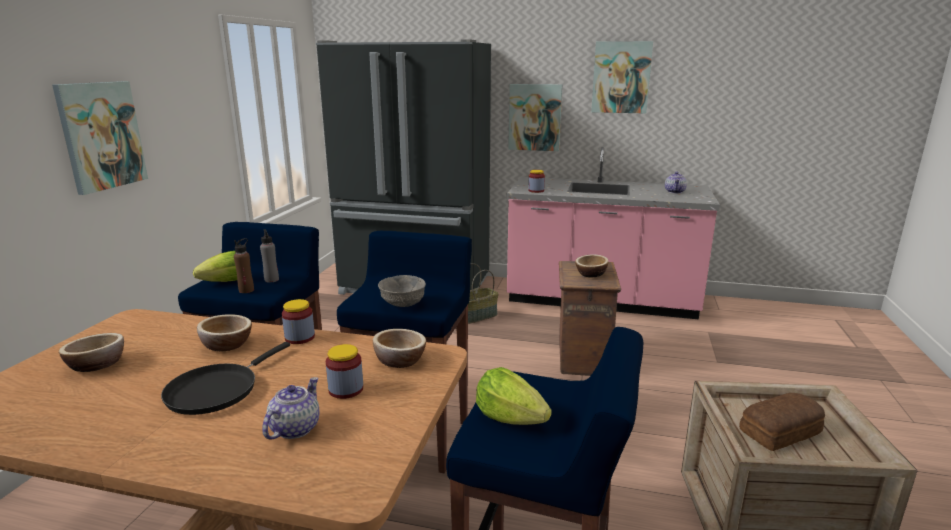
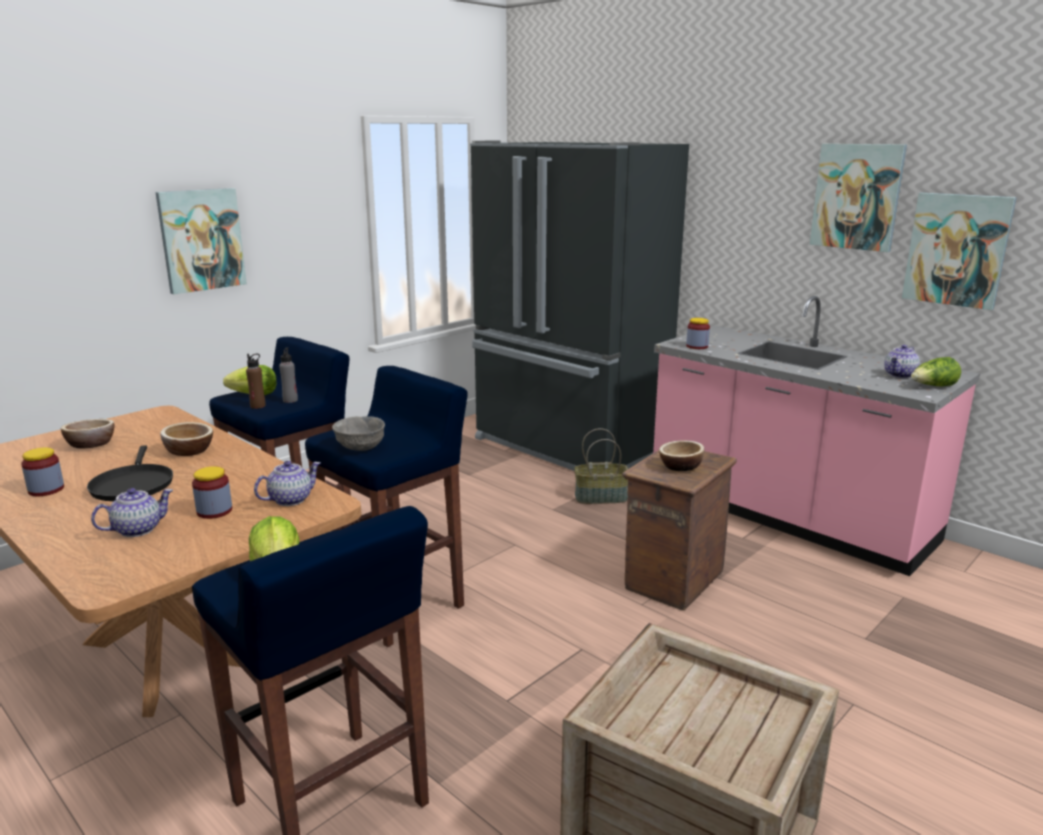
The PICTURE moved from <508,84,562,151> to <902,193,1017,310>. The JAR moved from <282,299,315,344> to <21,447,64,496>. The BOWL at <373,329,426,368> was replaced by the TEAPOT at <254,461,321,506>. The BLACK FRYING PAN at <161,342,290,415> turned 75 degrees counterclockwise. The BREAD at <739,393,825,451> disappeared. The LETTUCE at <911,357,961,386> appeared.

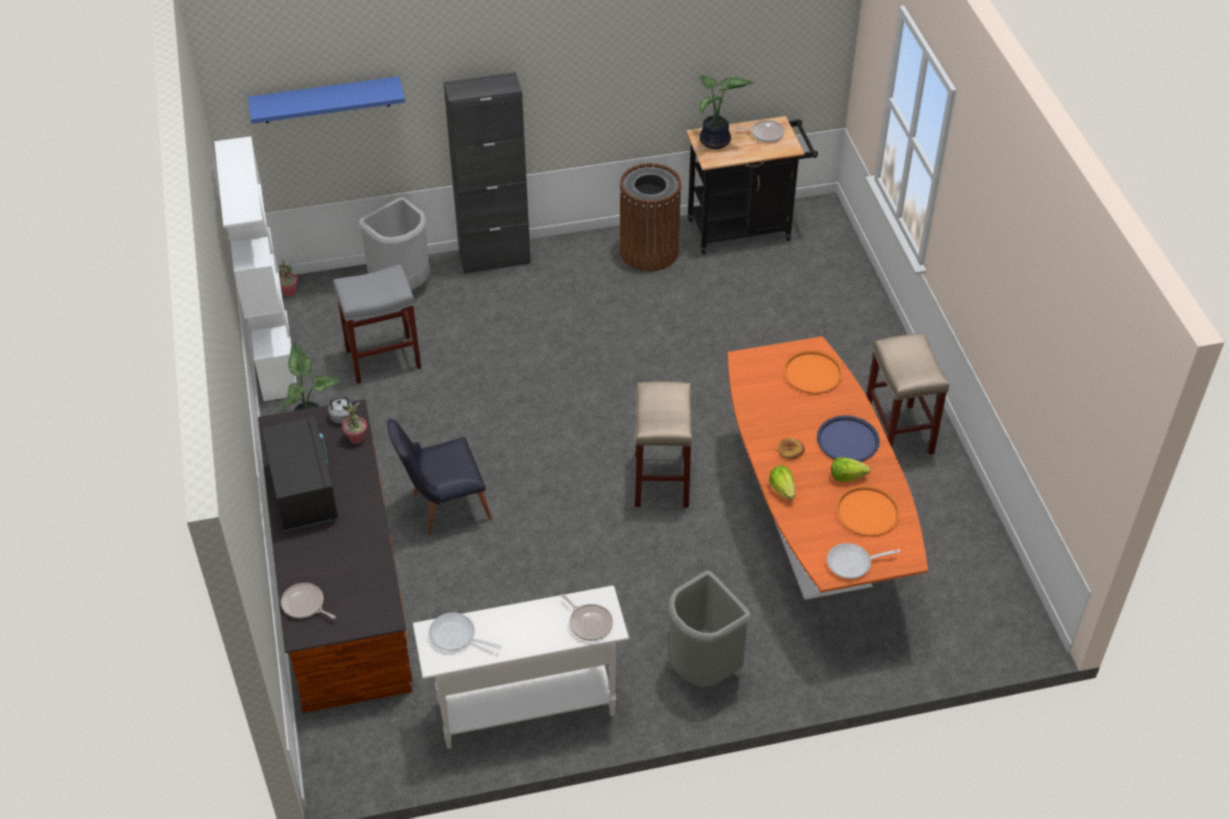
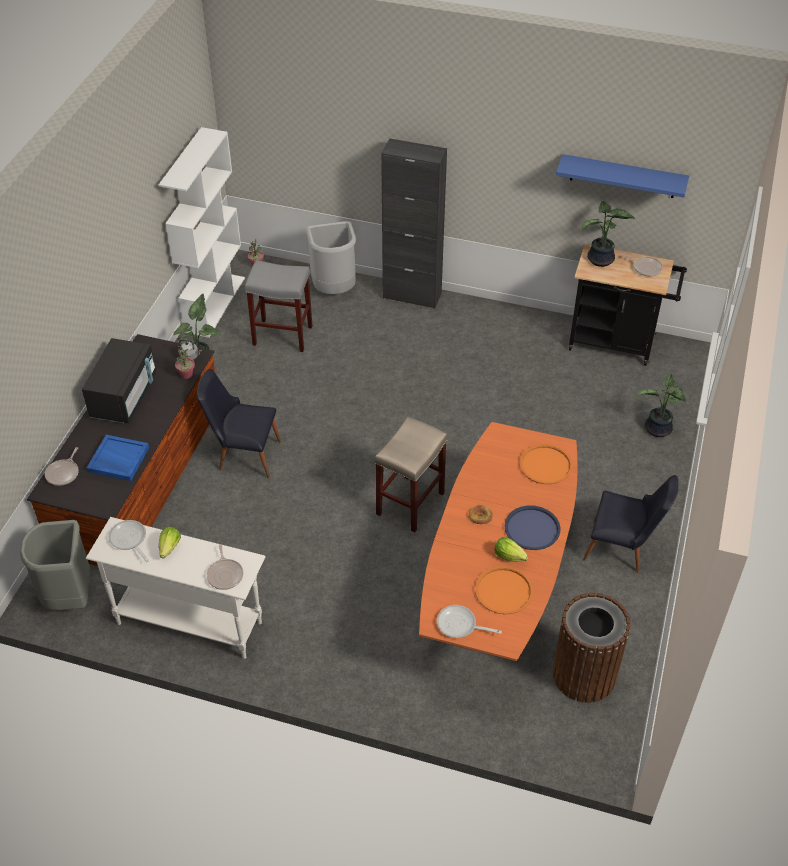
The BLUE SHELF moved from <248,76,405,124> to <556,154,689,198>. The BROWN TRASH CAN moved from <619,163,682,272> to <553,593,630,703>. The BEIGE STOOL at <866,333,949,455> was replaced by the BLACK CHAIR at <583,475,678,573>. The LETTUCE moved from <769,465,795,500> to <159,527,181,559>. The GREY TRASH CAN moved from <668,571,751,687> to <20,520,90,610>. The FRYING PAN at <281,583,336,619> turned 135 degrees counterclockwise. The POTTED PLANT at <636,373,686,437> appeared. The BLUE TRAY at <87,435,149,481> appeared.

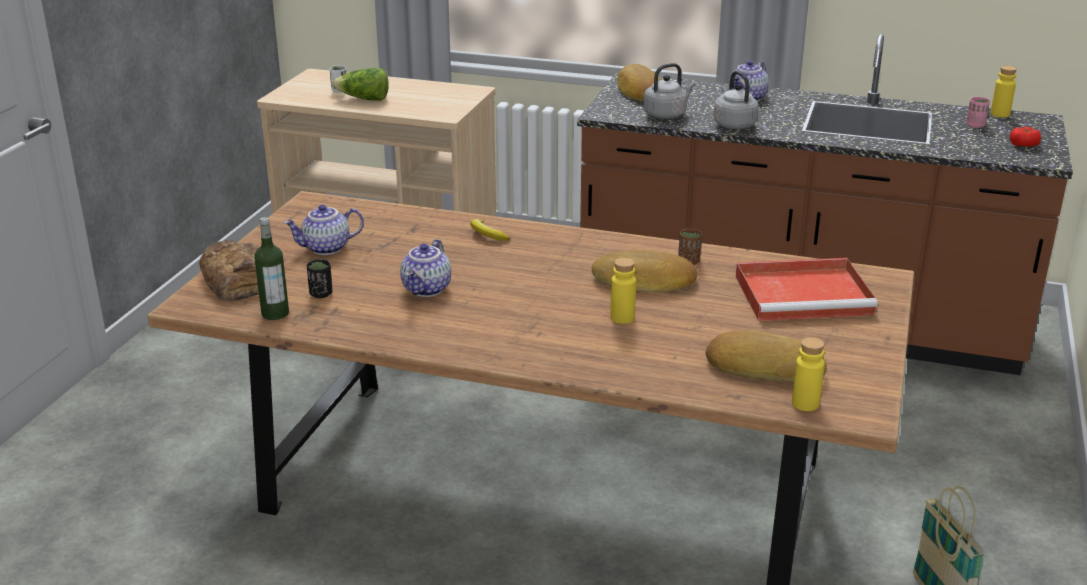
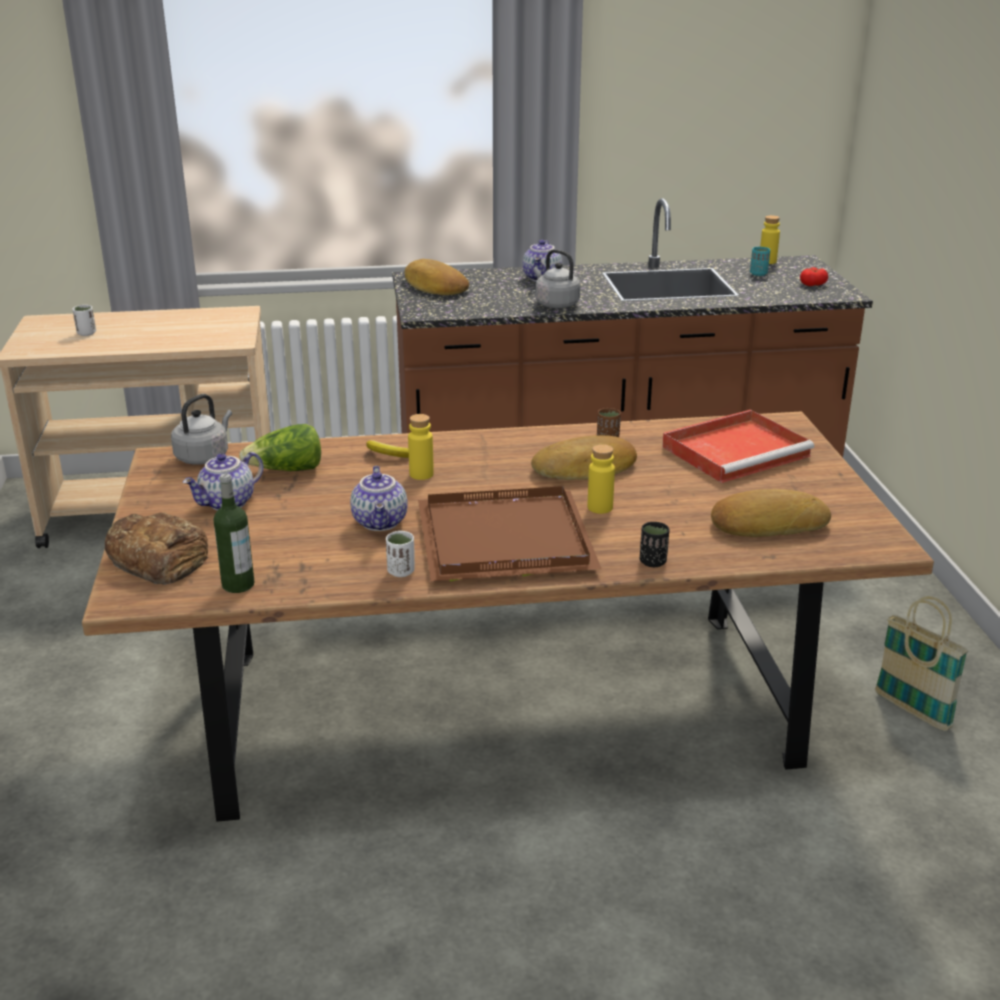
The GREY KETTLE moved from <643,63,695,119> to <171,394,232,465>. The LETTUCE moved from <332,68,389,101> to <239,424,321,471>. The PINK CUP at <966,97,990,128> became the TURQUOISE CUP at <750,247,770,276>. The BLACK CUP moved from <307,259,332,298> to <640,522,669,567>. The YELLOW BOTTLE moved from <792,337,825,411> to <408,414,434,480>. The BROWN TRAY at <418,486,602,581> appeared. The WHITE CUP at <386,531,415,577> appeared.

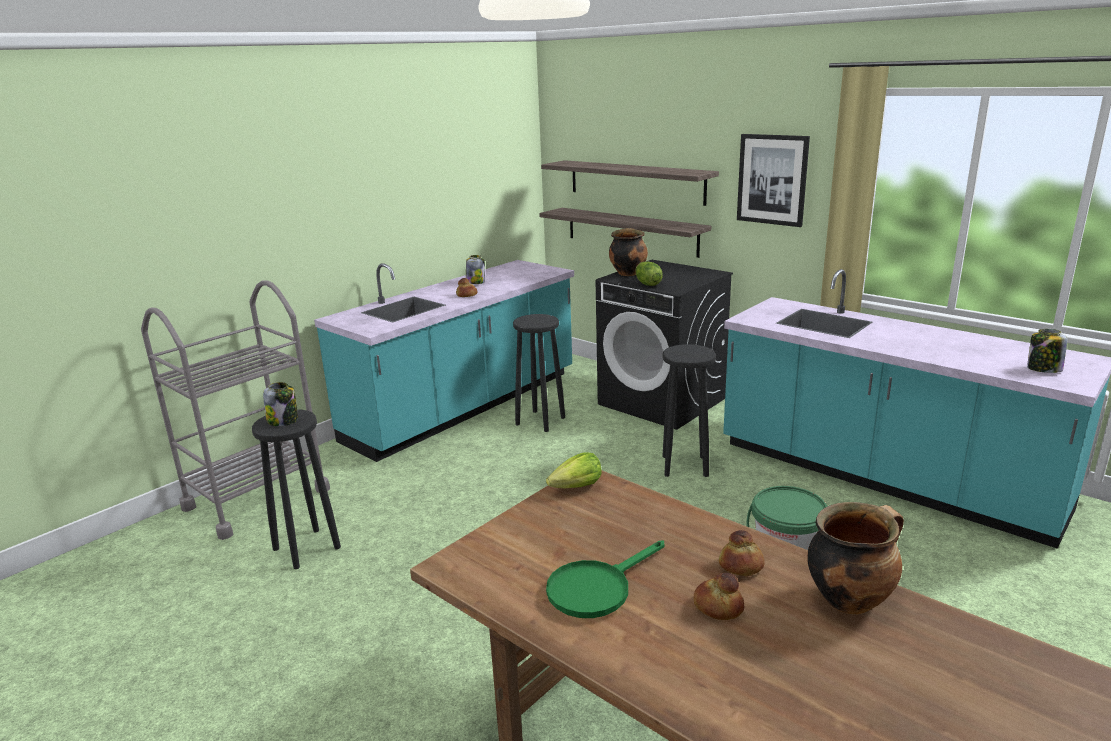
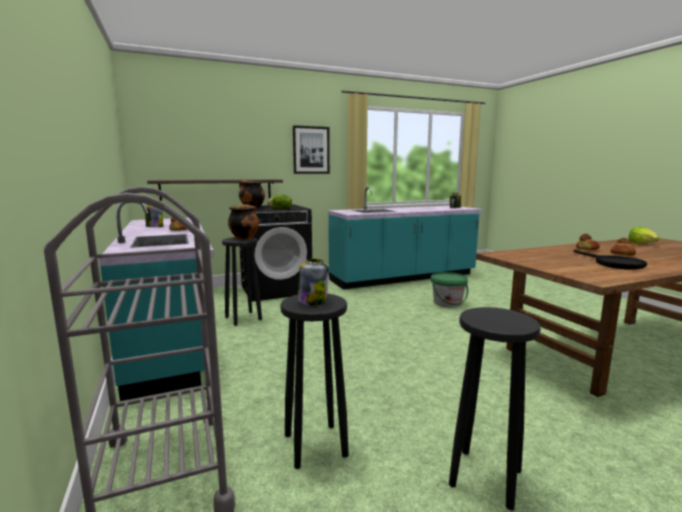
The SHELF at <541,160,719,206> disappeared. The BLACK STOOL moved from <662,344,716,477> to <449,307,541,511>. The LETTUCE moved from <546,452,602,488> to <628,227,660,244>. The COOKING POT moved from <807,502,904,615> to <228,205,259,240>. The GREEN FRYING PAN at <546,540,664,618> became the BLACK FRYING PAN at <573,249,647,270>.

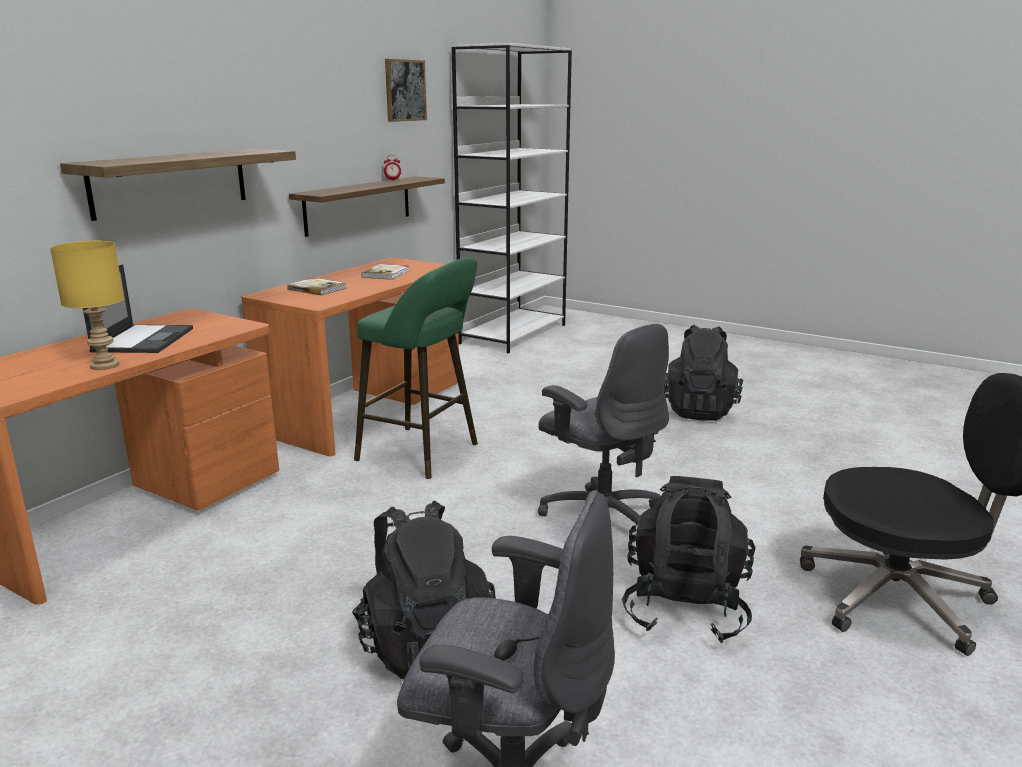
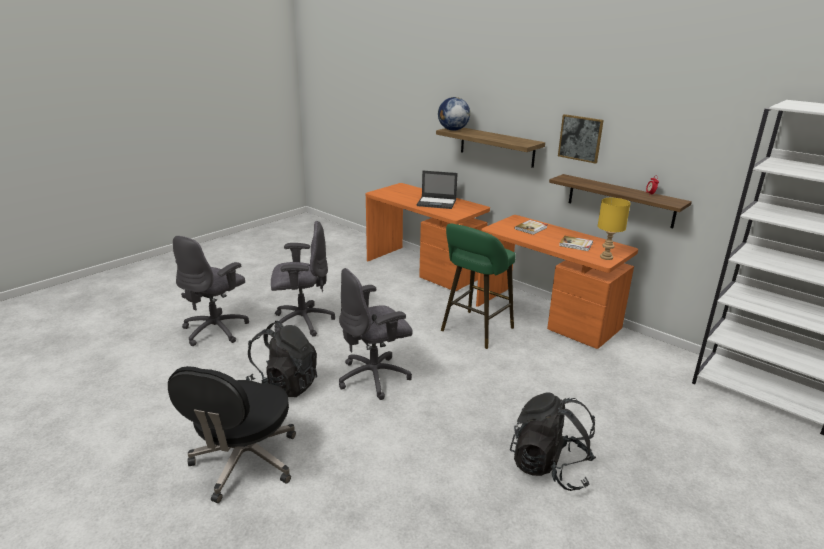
The PICTURE moved from <385,59,427,122> to <558,114,604,164>. The YELLOW TABLE LAMP moved from <50,241,124,370> to <598,198,631,260>. The BLACK BACKPACK at <352,501,496,679> was replaced by the GREY OFFICE CHAIR at <271,221,335,337>. The GLOBE at <438,97,470,131> appeared.

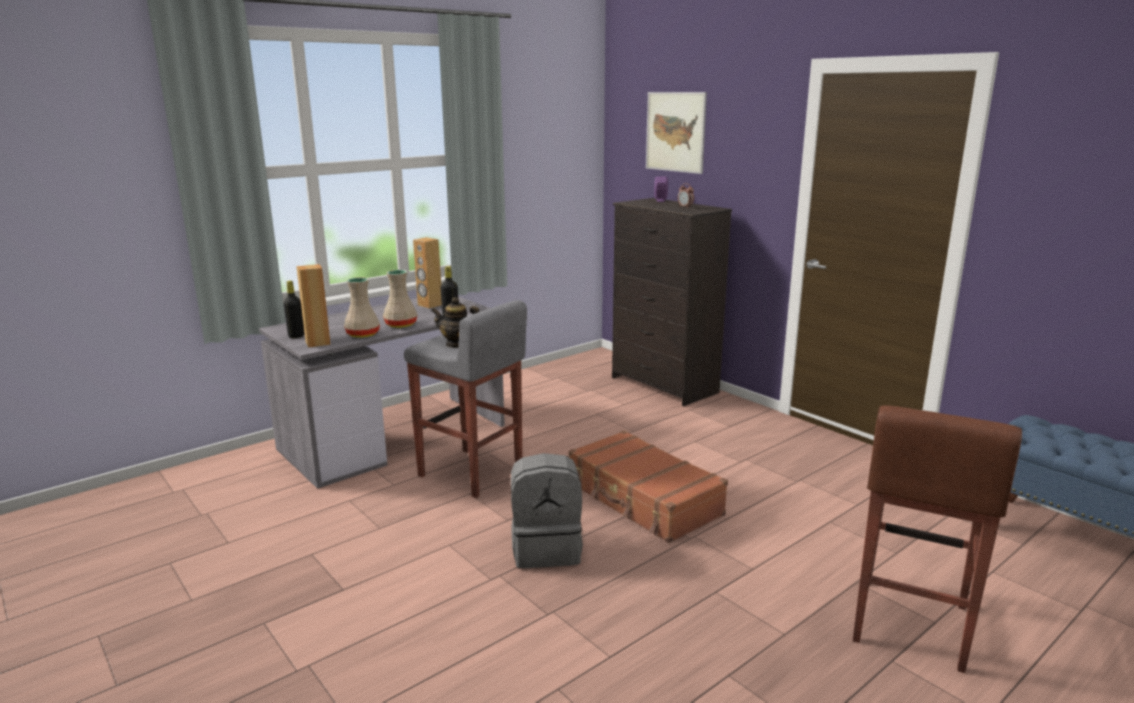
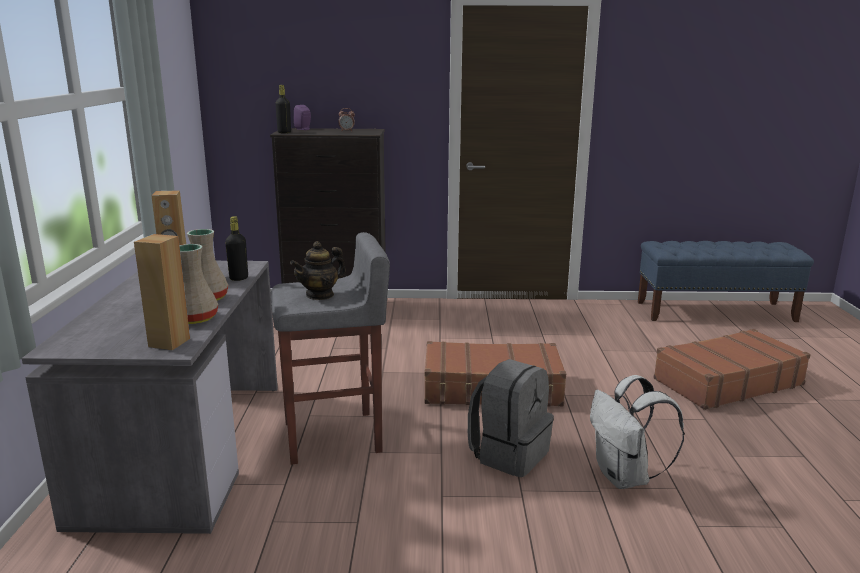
The PICTURE at <646,92,707,174> disappeared. The BLACK BOTTLE moved from <283,281,304,338> to <275,85,291,133>. The BROWN STOOL at <853,405,1022,673> was replaced by the BROWN SUITCASE at <654,329,811,410>. The WHITE BACKPACK at <590,375,685,489> appeared.

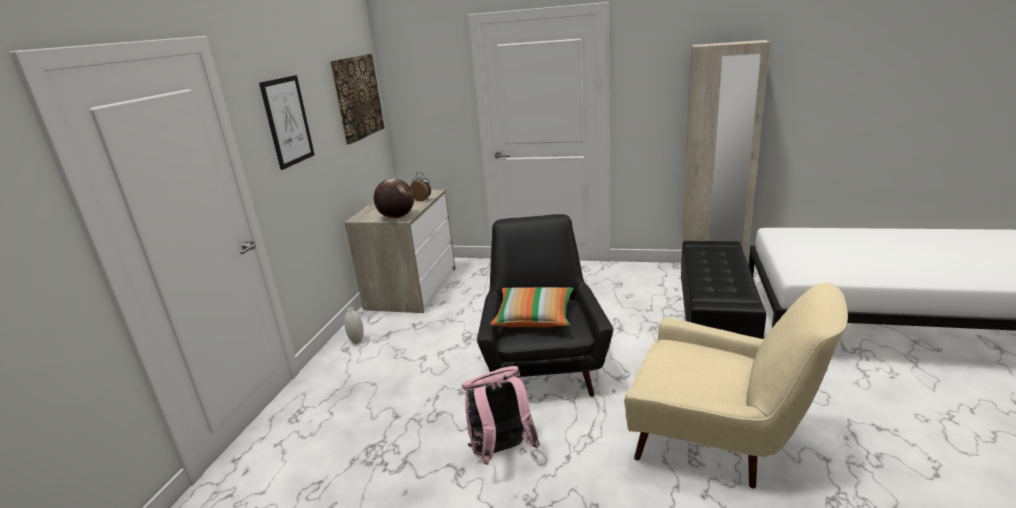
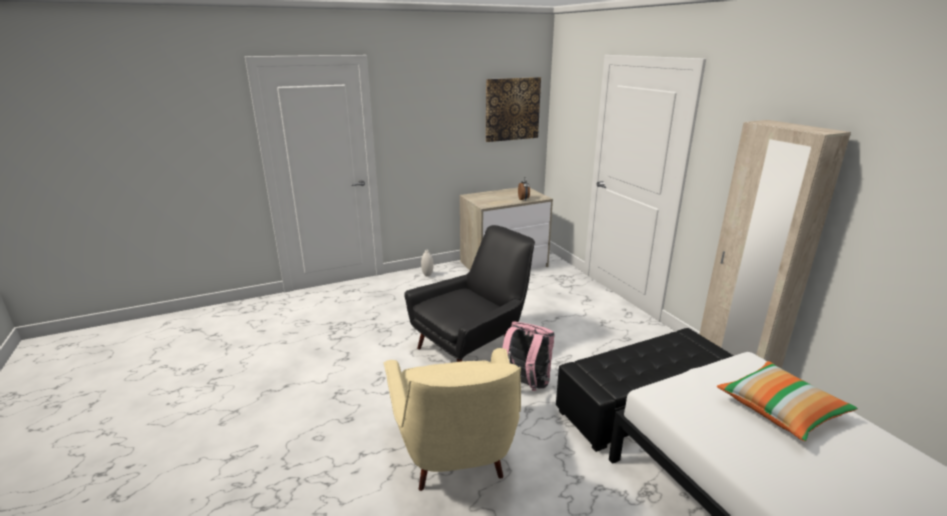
The PICTURE at <259,75,315,170> disappeared. The GLOBE at <374,178,414,218> disappeared. The PILLOW moved from <490,287,573,327> to <717,361,858,441>. The PINK BACKPACK moved from <462,366,540,465> to <502,321,555,391>.

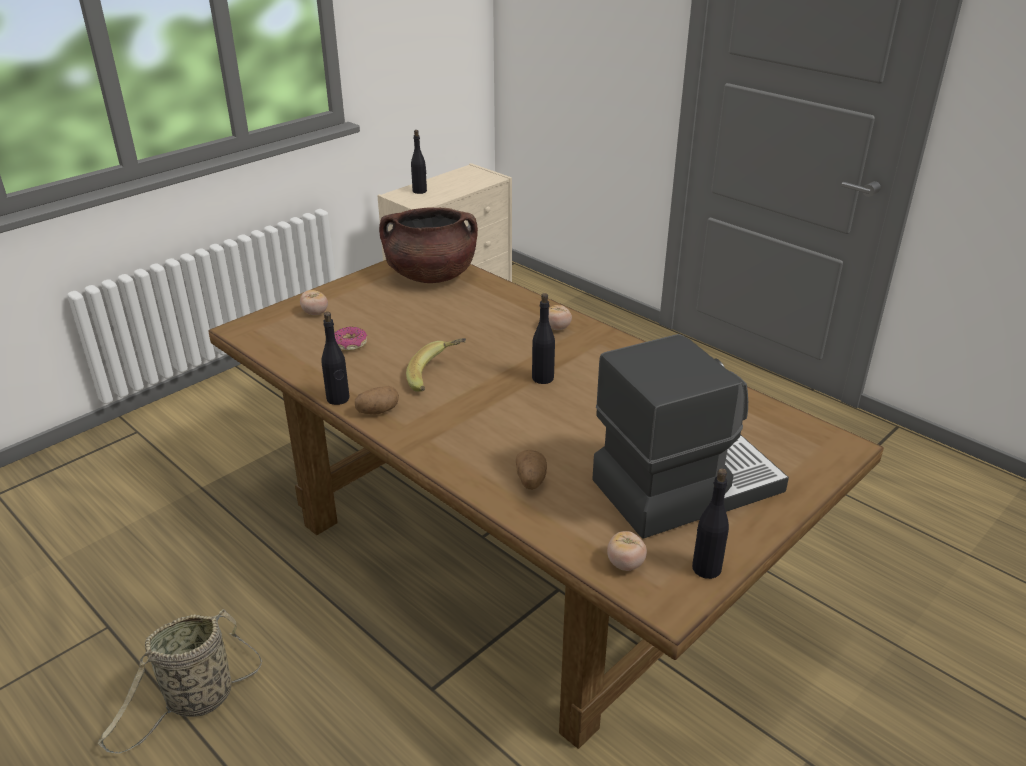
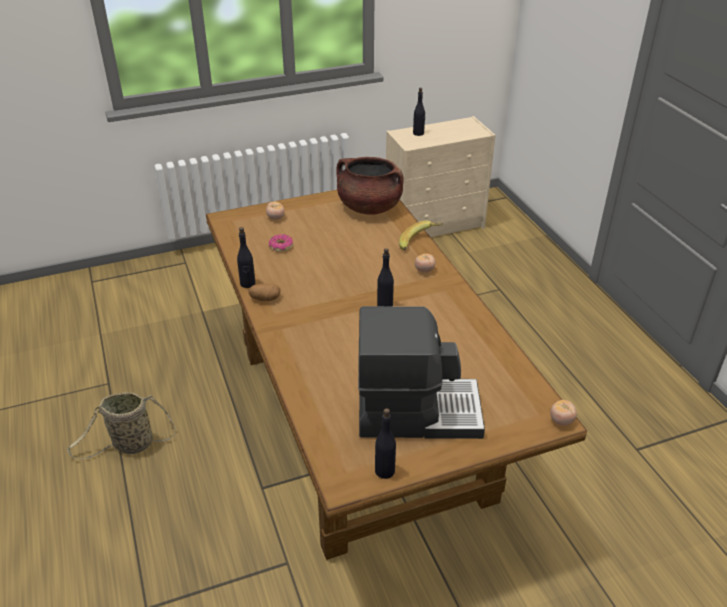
The BANANA moved from <406,338,466,392> to <399,221,444,250>. The POTATO at <516,450,547,490> disappeared. The TOMATO moved from <607,531,647,571> to <550,400,577,426>.

